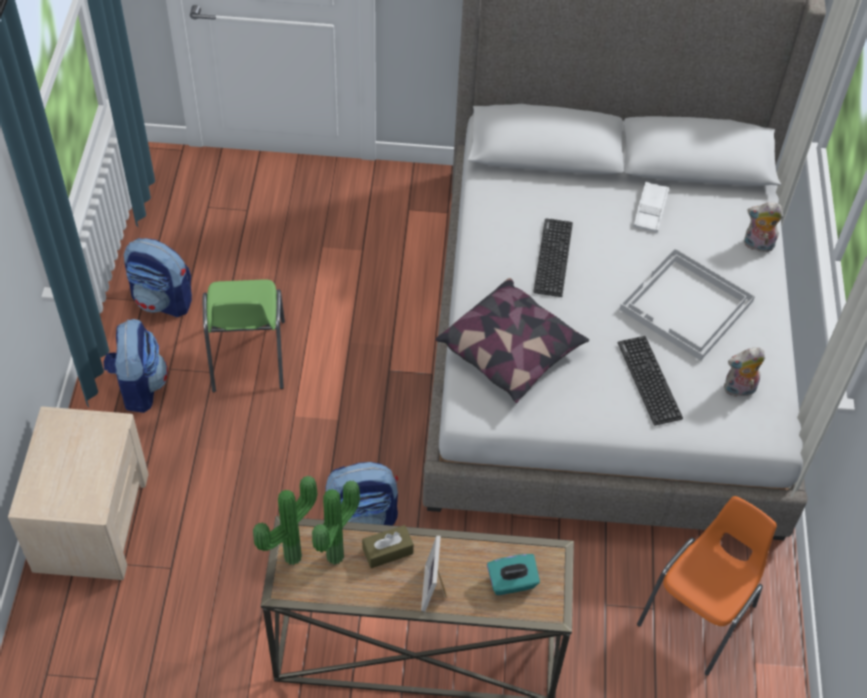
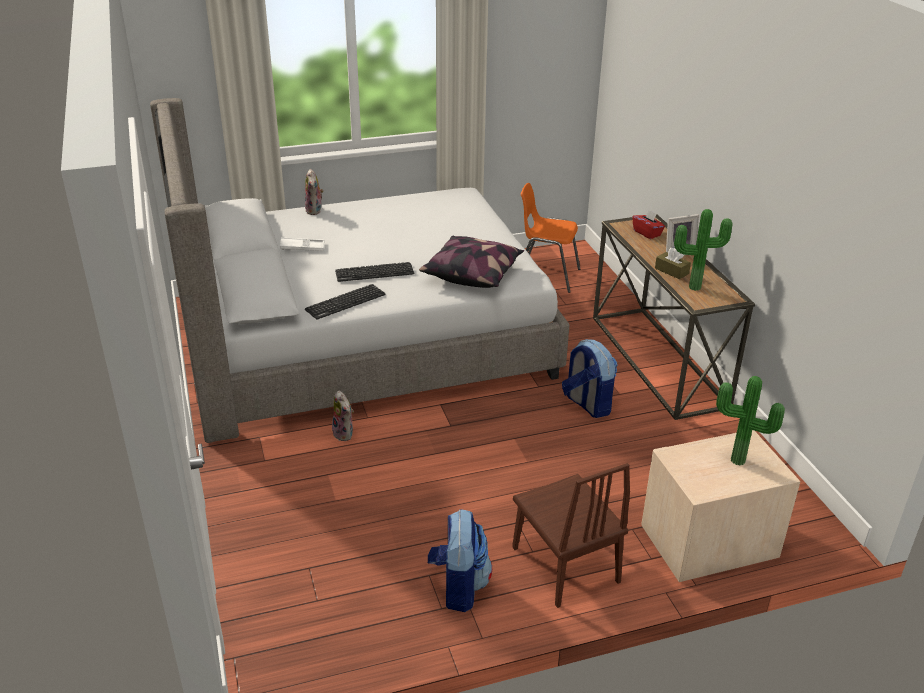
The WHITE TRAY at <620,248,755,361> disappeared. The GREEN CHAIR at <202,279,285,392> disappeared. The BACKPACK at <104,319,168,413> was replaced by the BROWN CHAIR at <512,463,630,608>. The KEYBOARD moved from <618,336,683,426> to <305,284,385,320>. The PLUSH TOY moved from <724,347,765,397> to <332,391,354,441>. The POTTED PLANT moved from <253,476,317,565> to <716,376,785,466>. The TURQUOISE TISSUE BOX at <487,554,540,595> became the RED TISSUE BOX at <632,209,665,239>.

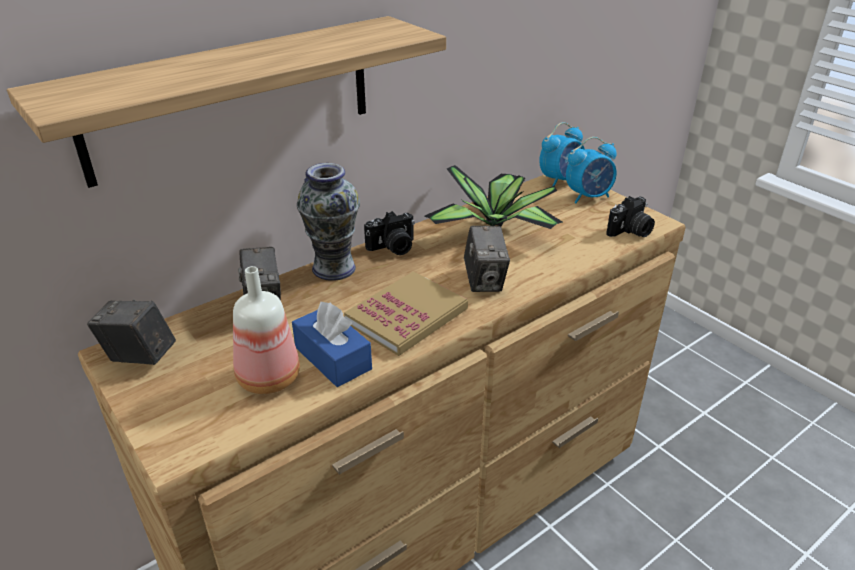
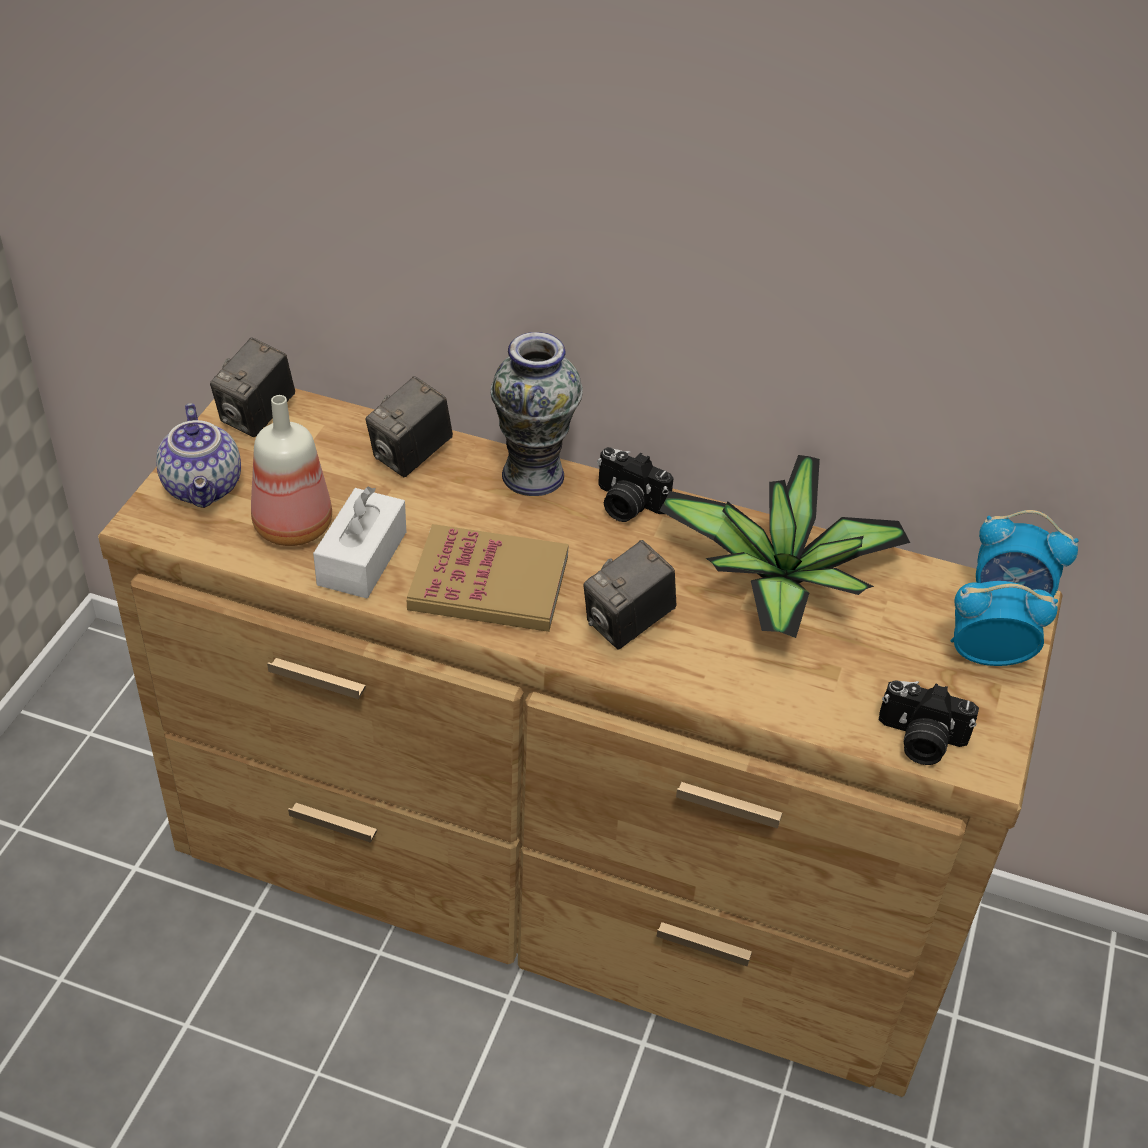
The SHELF at <7,16,446,188> disappeared. The ALARM CLOCK at <566,137,617,203> turned 150 degrees clockwise. The PHOTO CAMERA at <87,299,176,365> turned 135 degrees counterclockwise. The BLUE TISSUE BOX at <292,302,372,387> became the WHITE TISSUE BOX at <313,487,406,598>. The TEAPOT at <156,403,241,508> appeared.

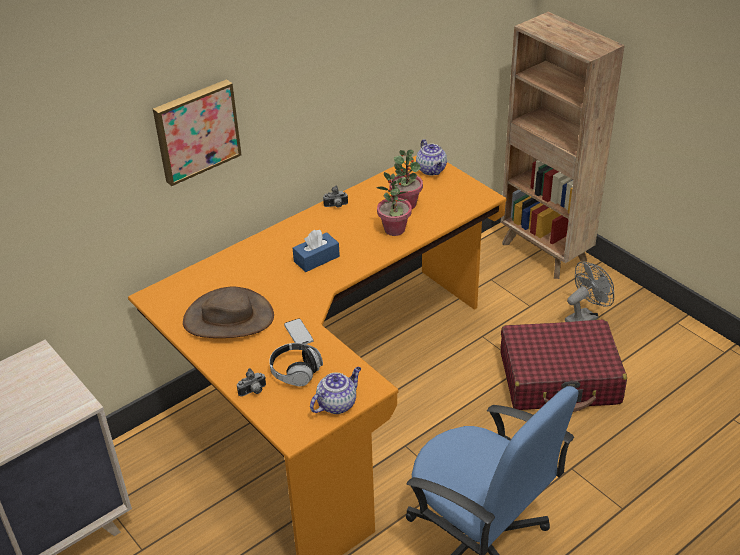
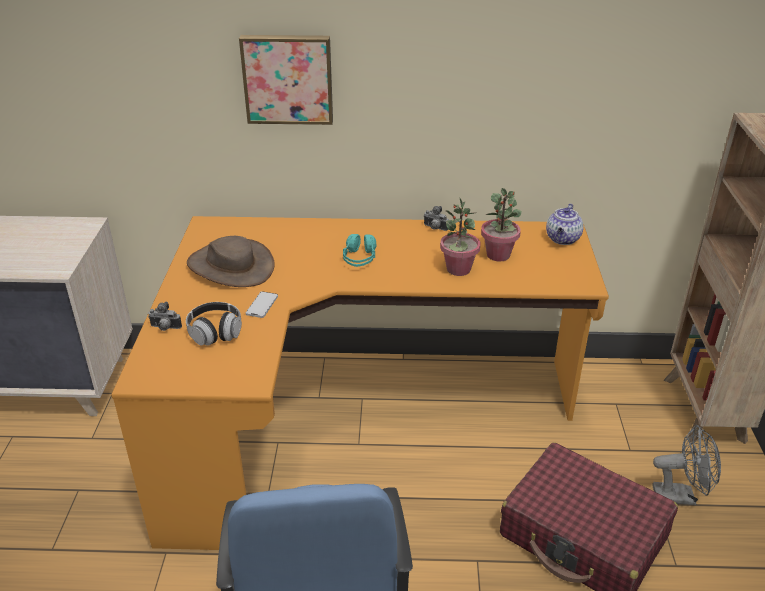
The BLUE TISSUE BOX at <293,230,340,272> was replaced by the TURQUOISE HEADPHONES at <343,234,376,267>. The TEAPOT at <310,367,361,414> disappeared.

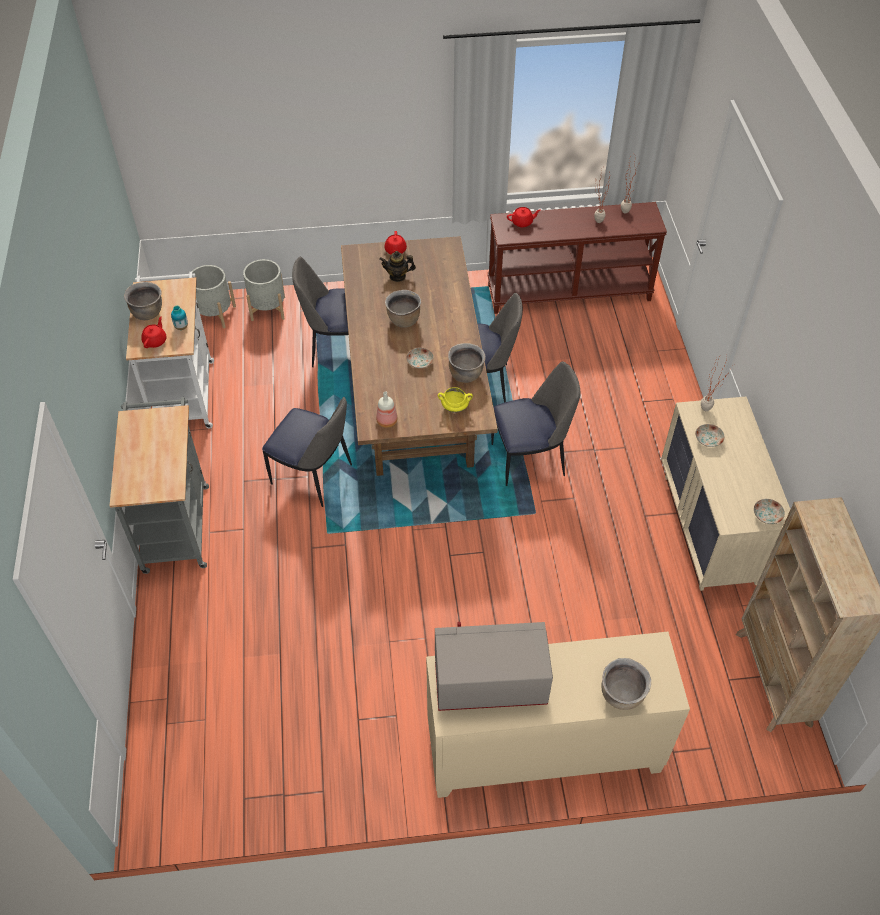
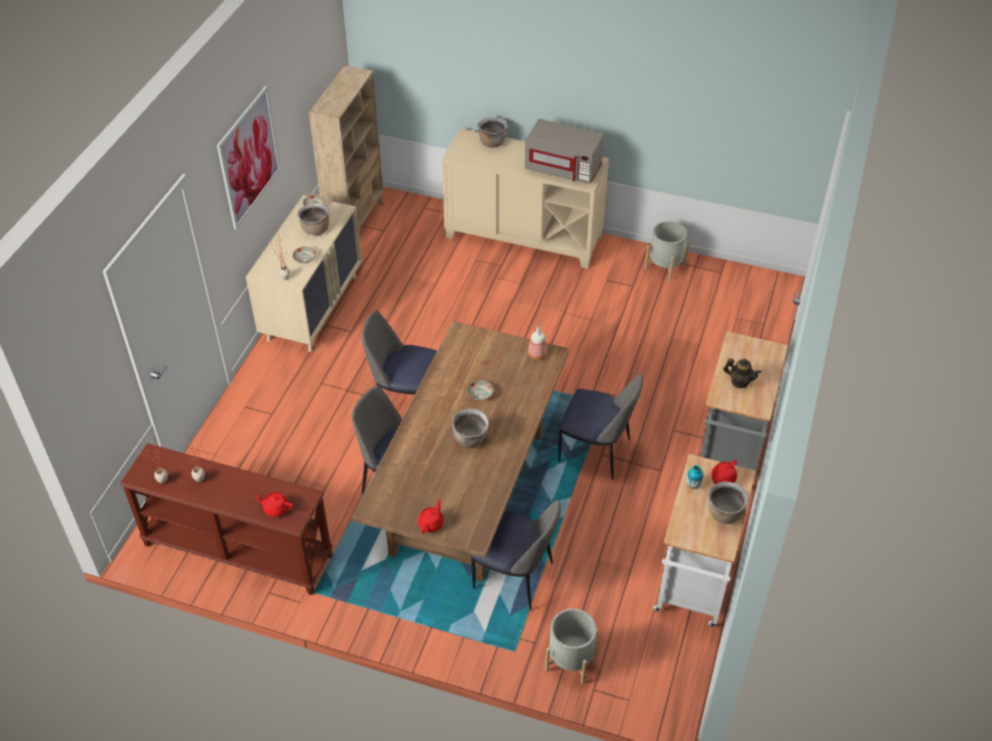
The TEAPOT moved from <379,251,416,282> to <723,359,761,388>. The GREY PLANTER moved from <191,265,236,328> to <644,221,690,282>. The BROWN COOKING POT moved from <448,343,485,383> to <297,203,329,235>. The YELLOW COOKING POT at <438,387,473,413> disappeared. The CHAIR at <262,397,352,507> turned 150 degrees clockwise. The PICTURE at <217,86,281,230> appeared.

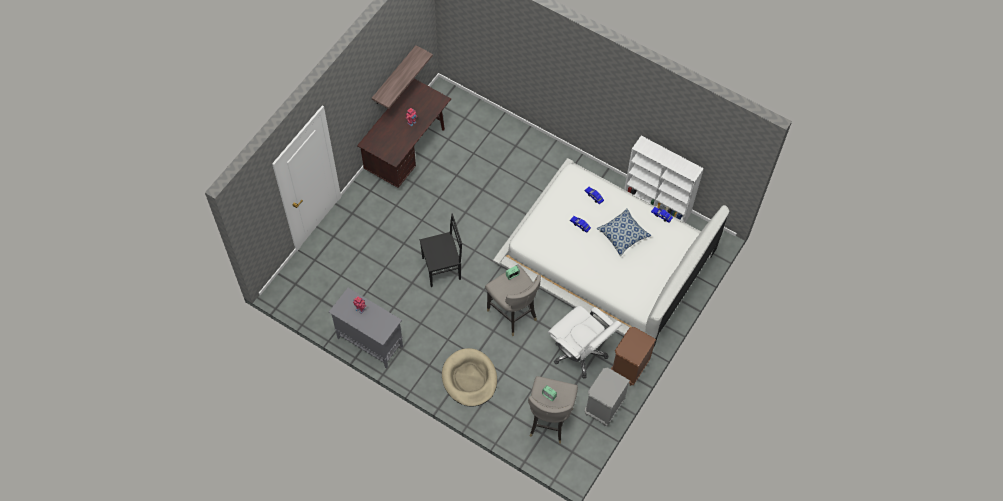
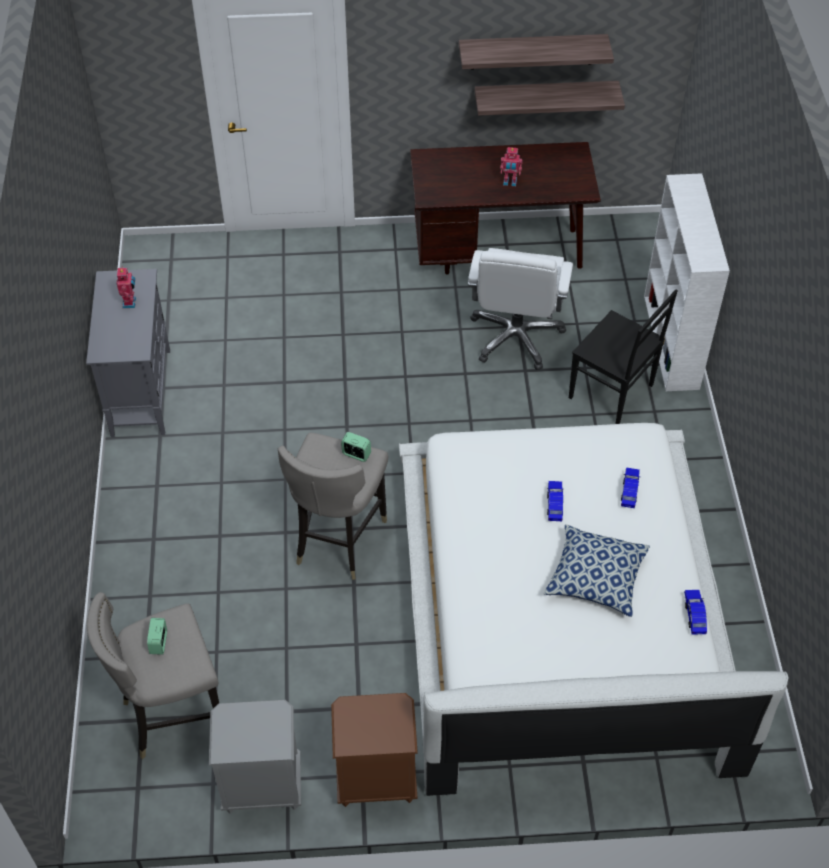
The WHITE BOOKCASE moved from <624,136,704,222> to <644,173,730,391>. The BLACK CHAIR moved from <420,213,462,287> to <569,290,678,424>. The WHITE OFFICE CHAIR moved from <548,306,622,378> to <468,248,573,370>. The BEIGE DOG BED at <442,348,497,406> disappeared. The SHELF at <459,34,614,70> appeared.

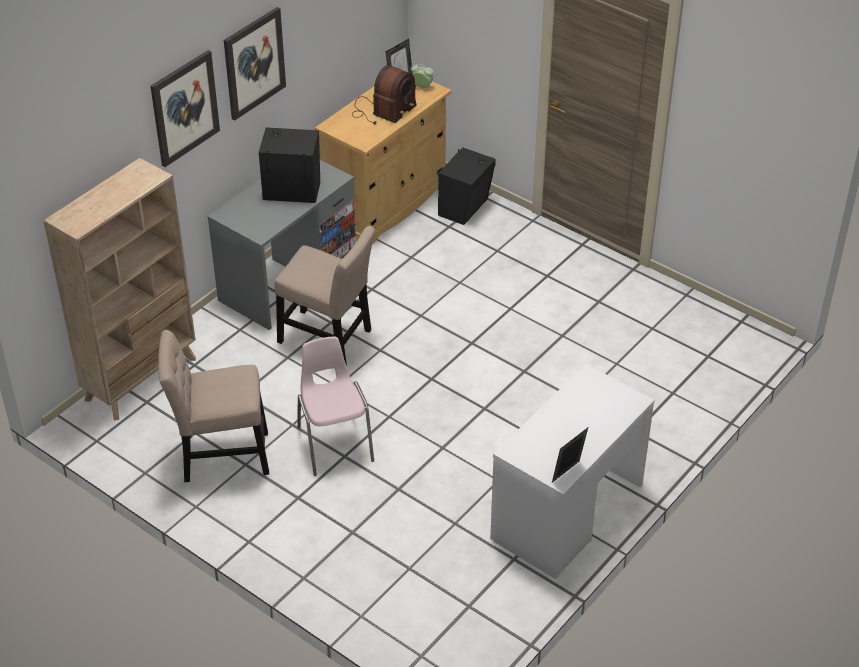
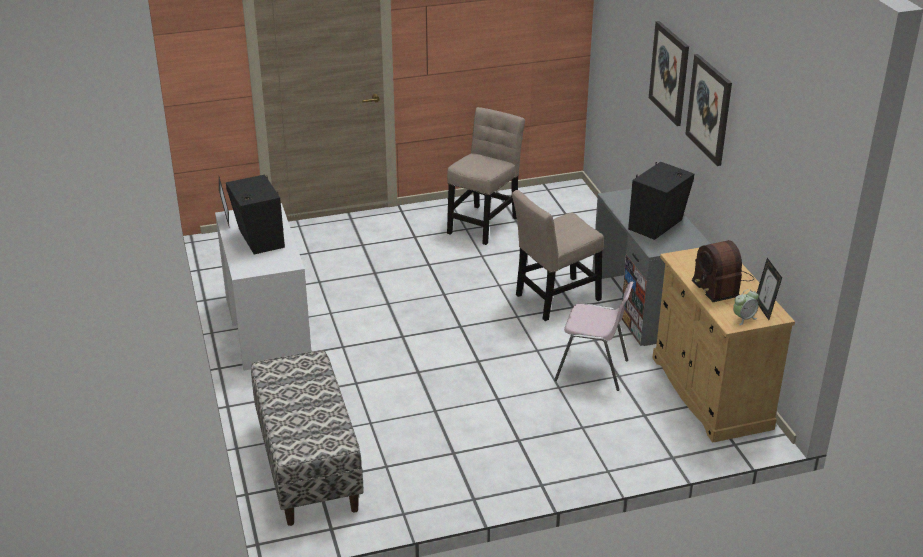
The BLACK SPEAKER moved from <438,147,496,225> to <226,175,285,254>. The BEIGE BOOKCASE at <43,158,196,420> disappeared. The PINK CHAIR moved from <297,336,374,476> to <554,281,633,391>. The BENCH at <251,350,364,526> appeared.

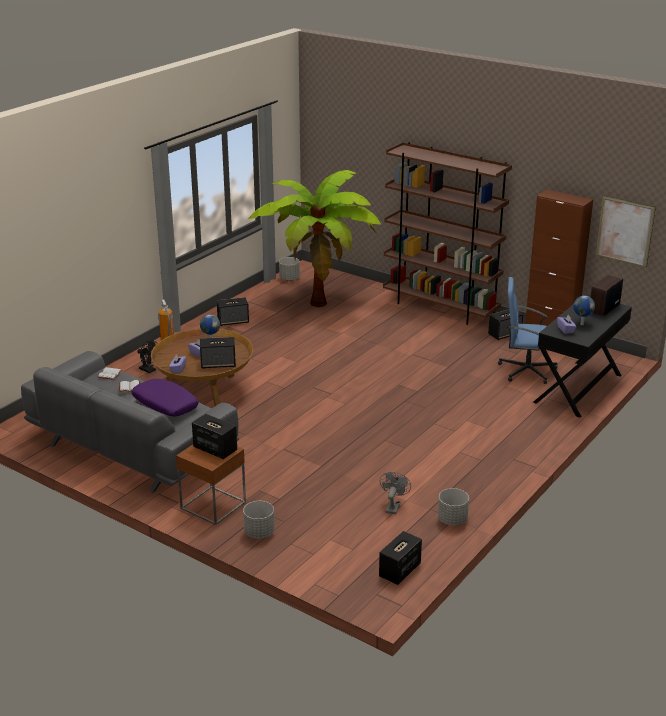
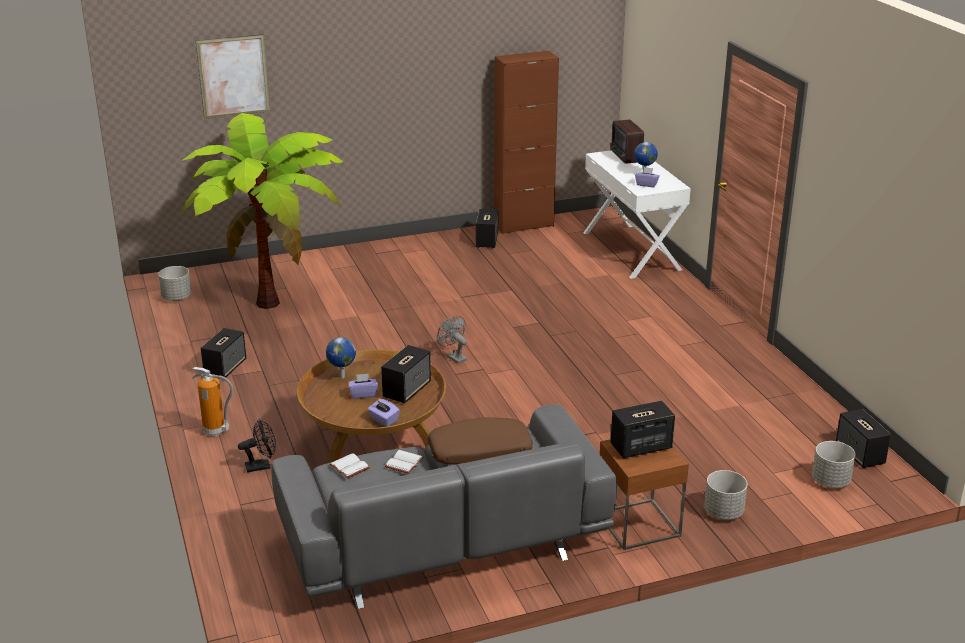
The BROWN BOOKCASE at <383,142,512,325> disappeared. The PICTURE moved from <595,196,656,268> to <196,34,270,119>. The BLUE OFFICE CHAIR at <498,277,558,384> disappeared. The BLACK DESK at <533,295,632,418> became the WHITE DESK at <583,150,691,279>. The PURPLE PILLOW at <132,379,198,416> became the BROWN PILLOW at <428,417,533,464>. The GREY FAN moved from <380,472,411,514> to <437,316,467,364>. The GREY PLANTER moved from <438,488,469,526> to <812,441,856,488>.

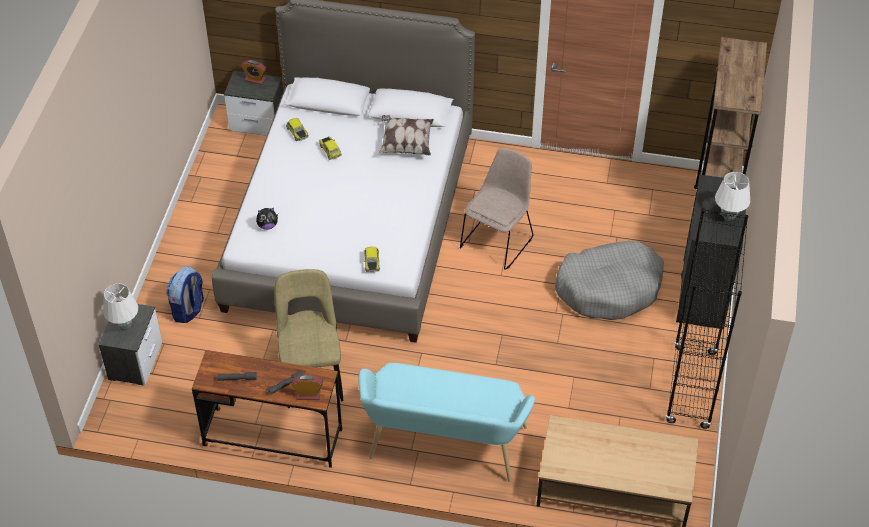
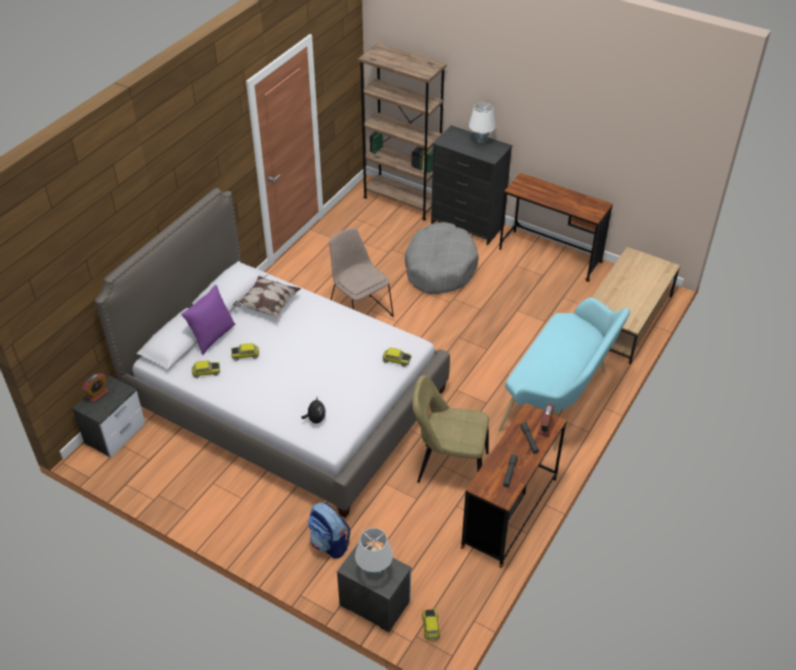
The BLACK BOOKCASE at <665,208,748,429> was replaced by the BROWN DESK at <499,173,613,282>. The PURPLE PILLOW at <181,285,236,355> appeared. The TOY CAR at <422,609,440,640> appeared.

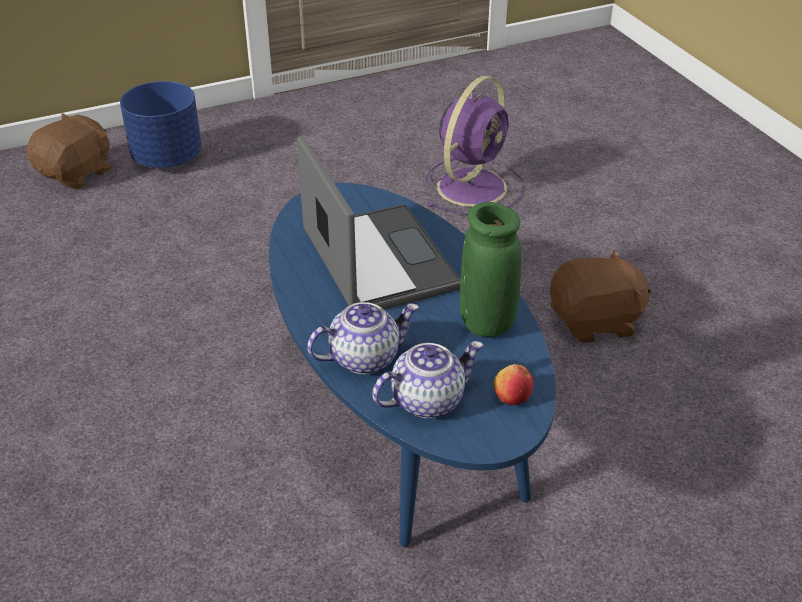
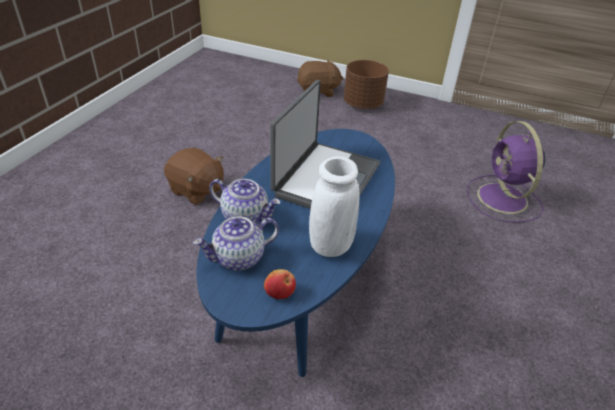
The PURPLE FAN at <425,76,524,215> turned 90 degrees clockwise. The BLUE PLANTER at <120,81,202,168> became the BROWN PLANTER at <344,60,389,109>. The GREEN VASE at <460,202,521,337> became the WHITE VASE at <309,156,360,257>. The BROWN PLUSH TOY moved from <550,249,652,343> to <164,148,224,205>. The TEAPOT at <372,341,483,418> turned 135 degrees clockwise.

